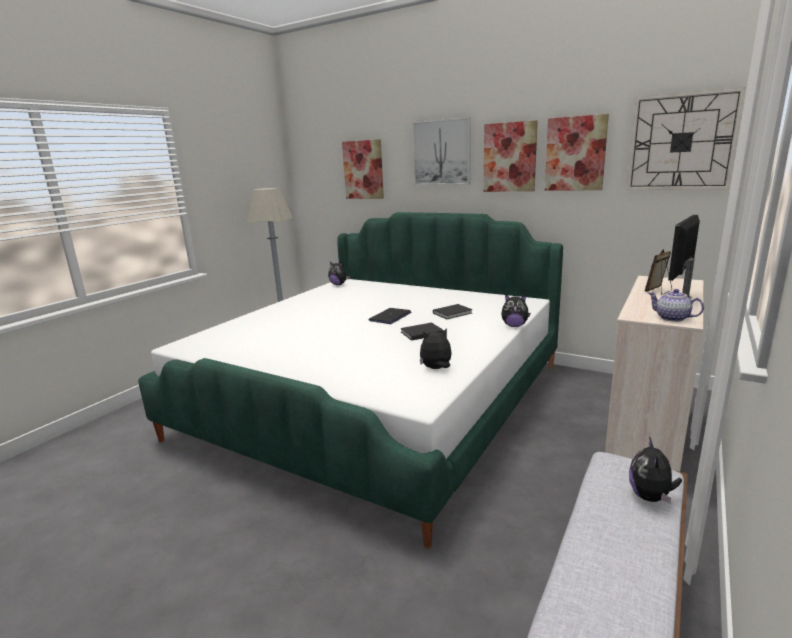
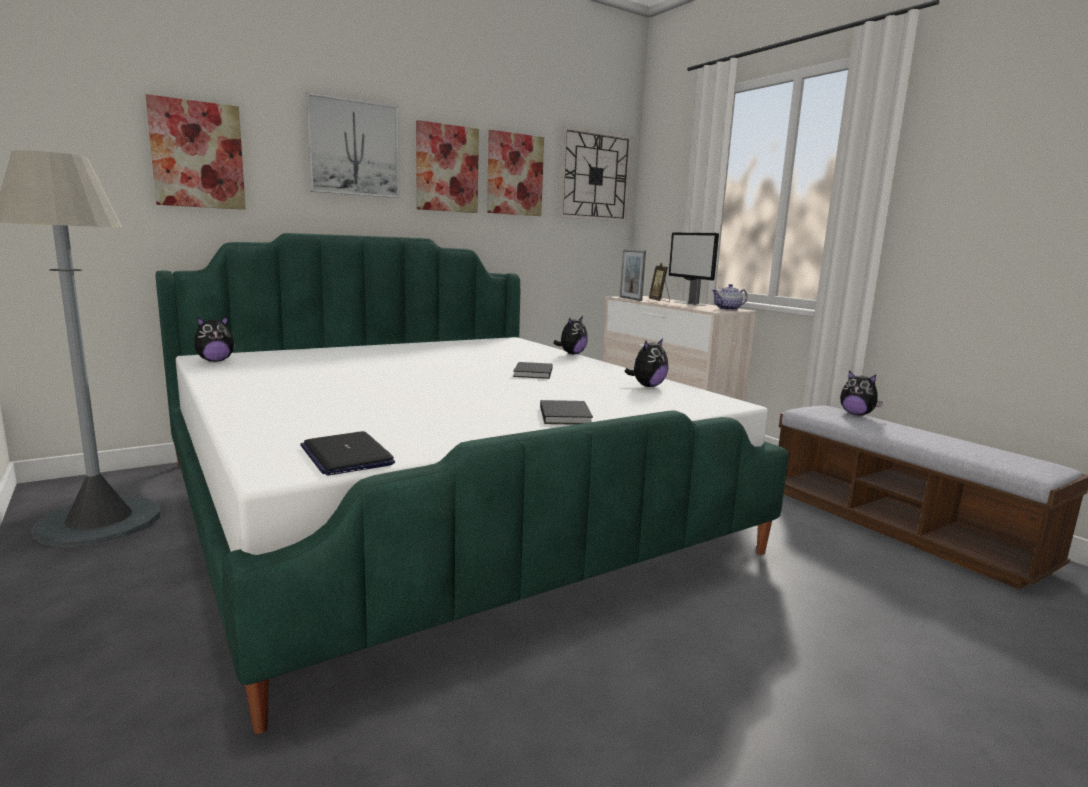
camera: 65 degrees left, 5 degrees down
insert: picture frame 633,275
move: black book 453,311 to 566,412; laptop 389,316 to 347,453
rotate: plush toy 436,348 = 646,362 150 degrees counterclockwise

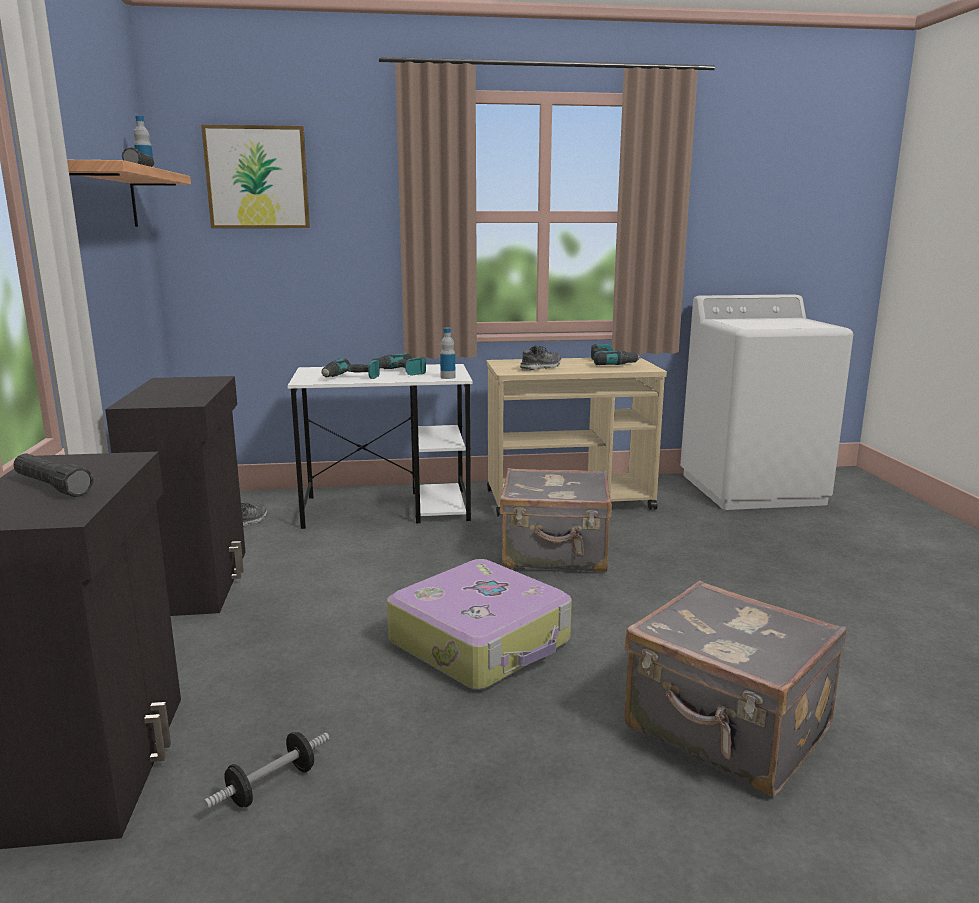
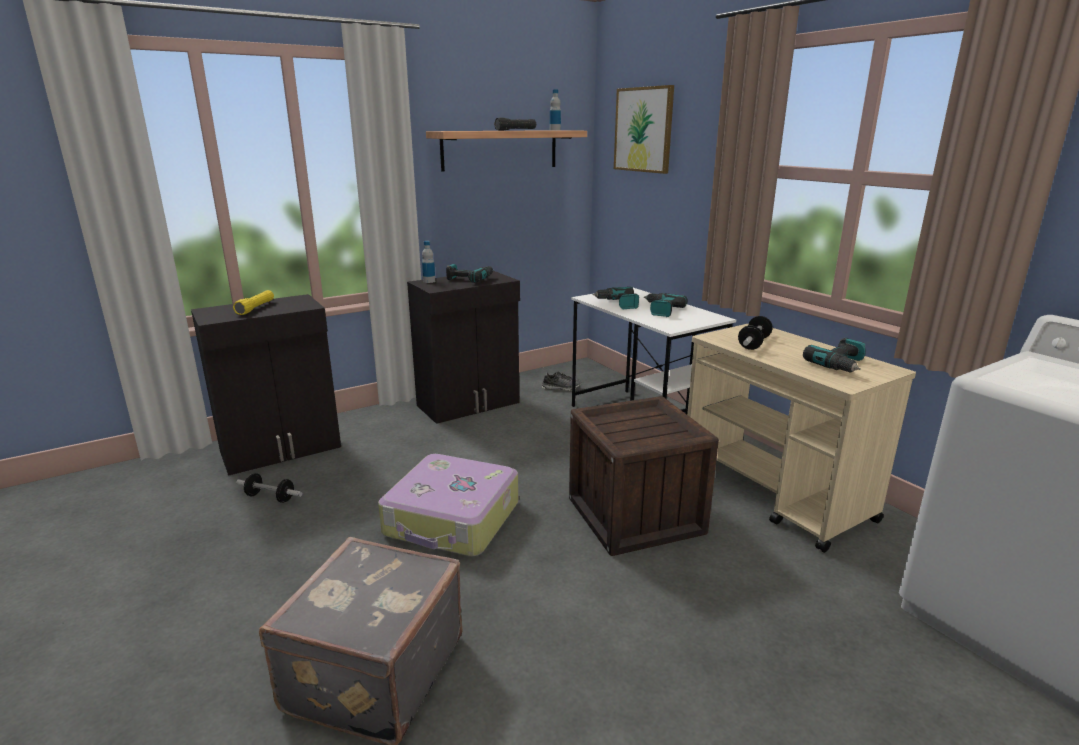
camera: 65 degrees right, 5 degrees up
insert: power drill 469,273
move: bottle 448,353 to 428,262
replace: shoe 541,358 to dumbbell 755,333; grey suitcase 556,520 to crate 644,476
recolor: black flashlight 53,475 to yellow flashlight 253,302

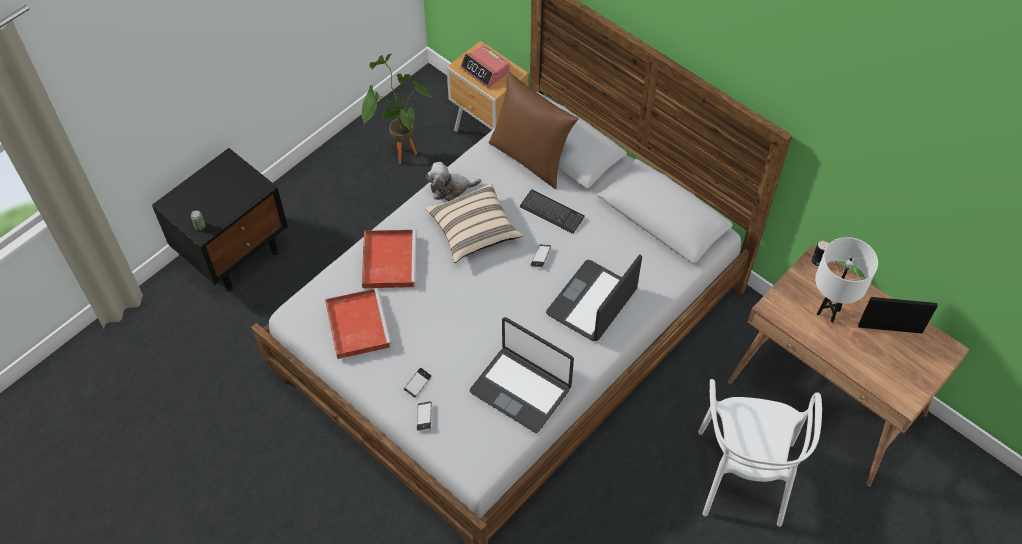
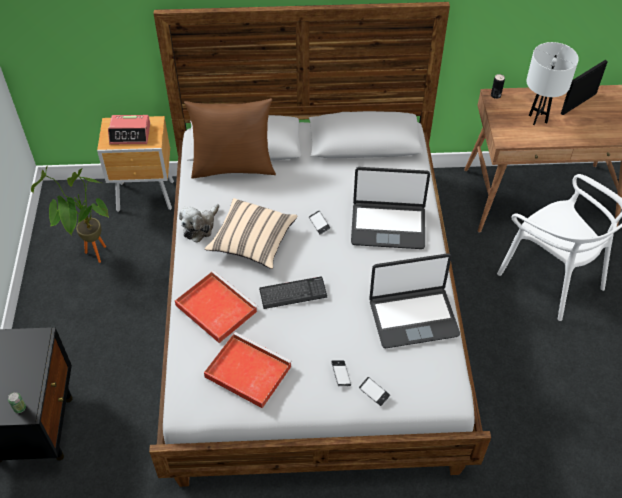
camera: 45 degrees left, 5 degrees down
move: keyboard 552,211 to 293,293
rotate: laptop 594,297 = 390,208 75 degrees counterclockwise

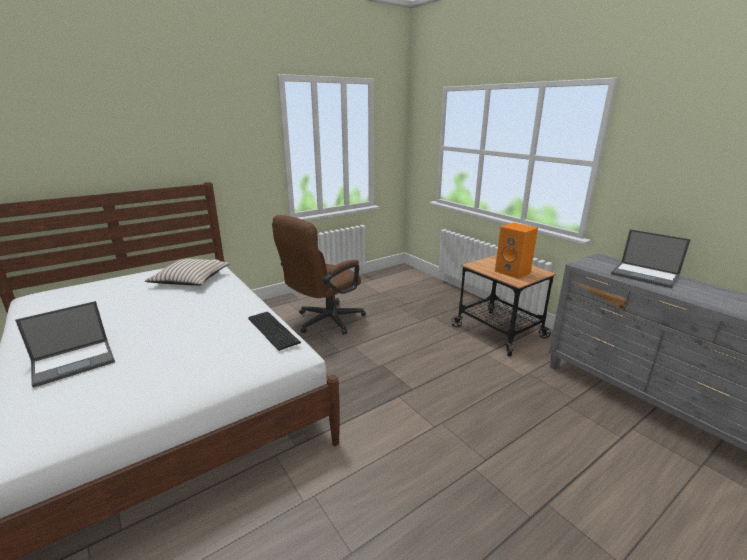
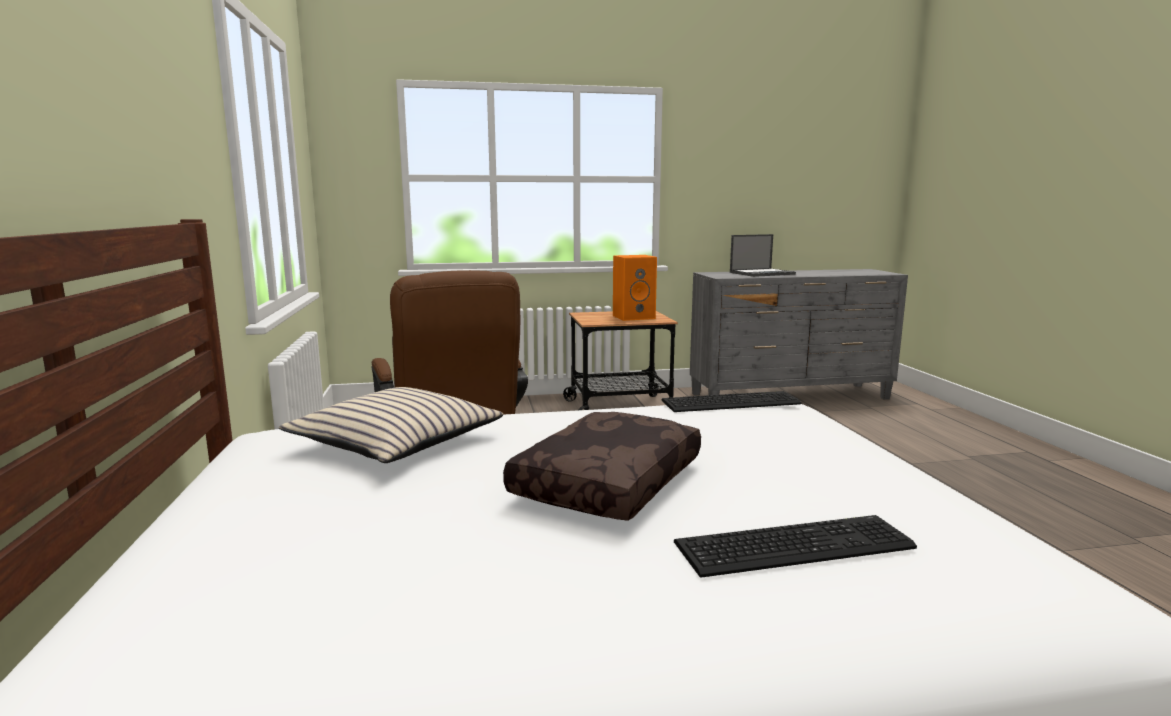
camera: 65 degrees left, 10 degrees down
insert: brown pillow 602,466
replace: laptop 65,344 to keyboard 795,546

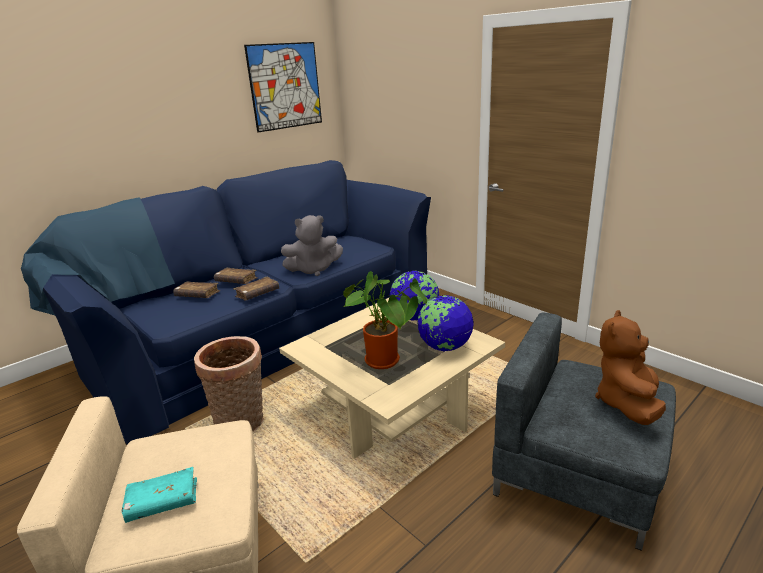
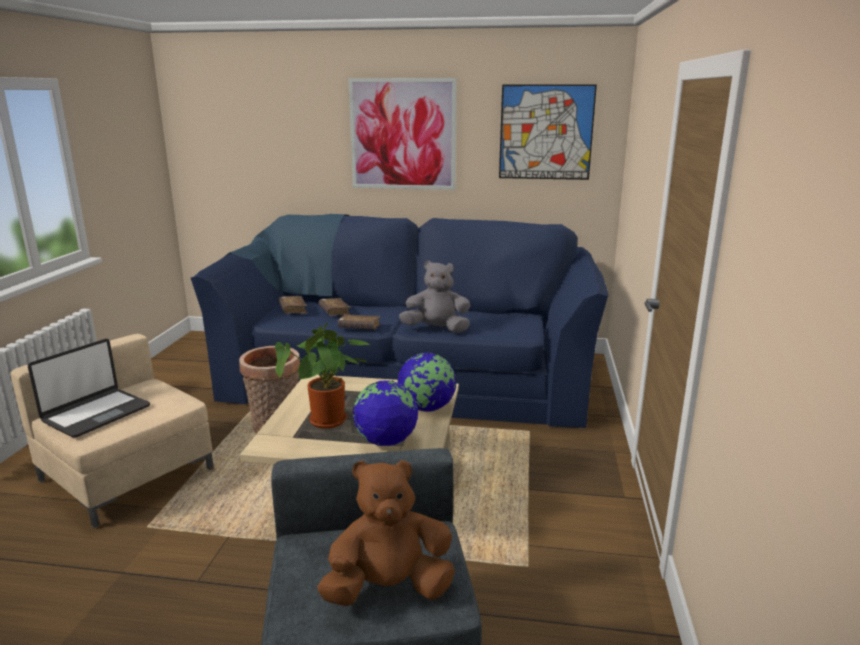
camera: 50 degrees right, 5 degrees down
insert: picture 402,134
move: brown book 236,276 to 293,305
replace: turquoise book 159,495 to laptop 89,388
rotate: grey plush toy 312,245 = 434,296 150 degrees clockwise

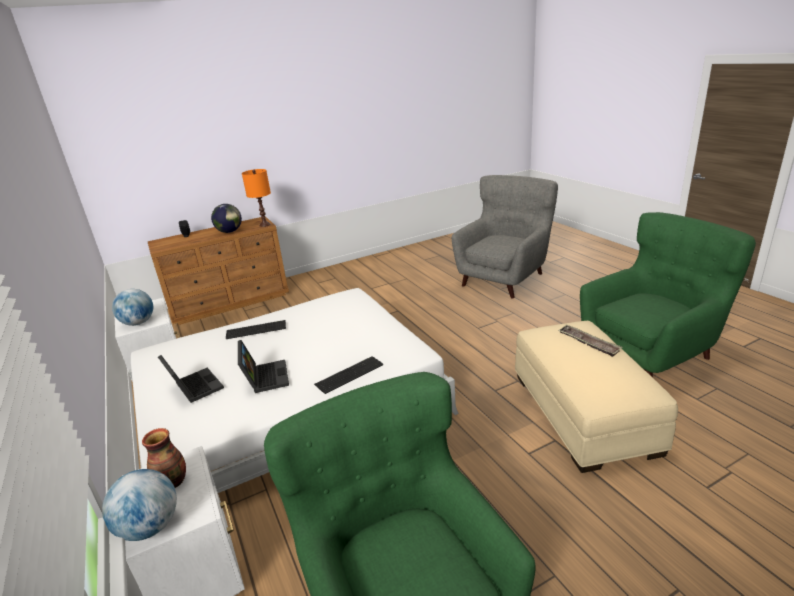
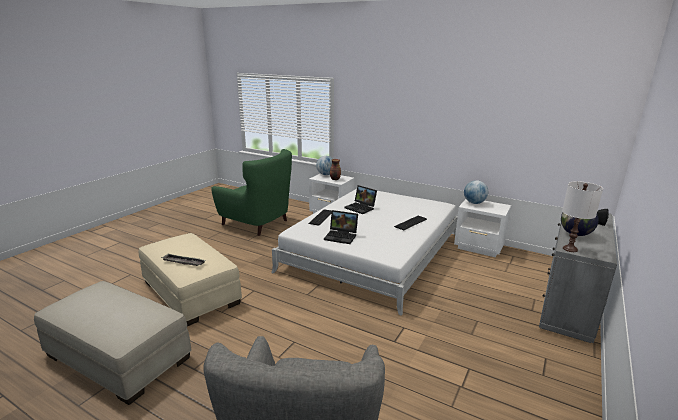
camera: 145 degrees right, 5 degrees down
move: laptop 191,379 to 341,227
replace: green armchair 668,294 to beige ottoman 113,343
recolor: orange table lamp 256,198 to white table lamp 582,216; brown dresser 218,270 to grey dresser 578,278

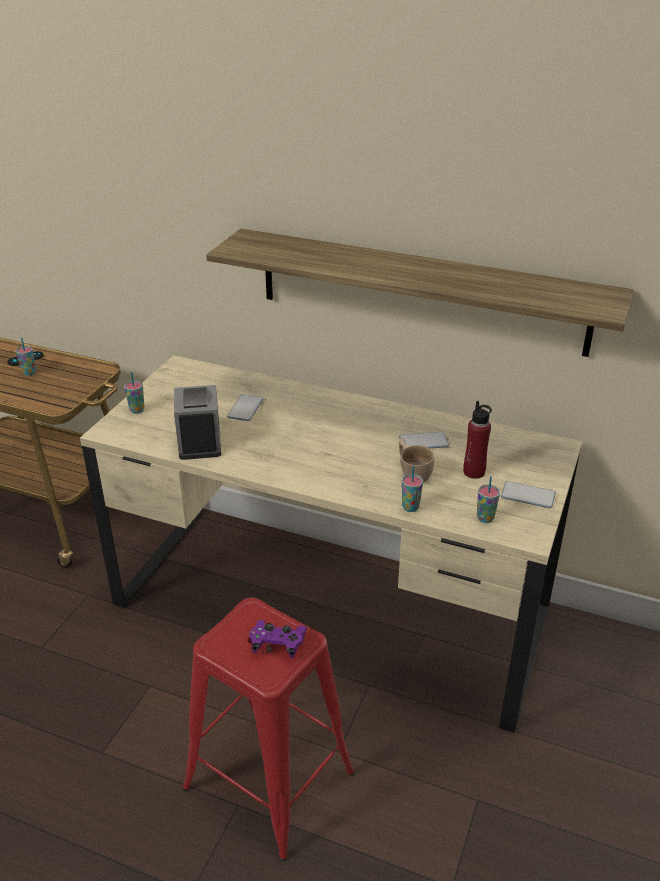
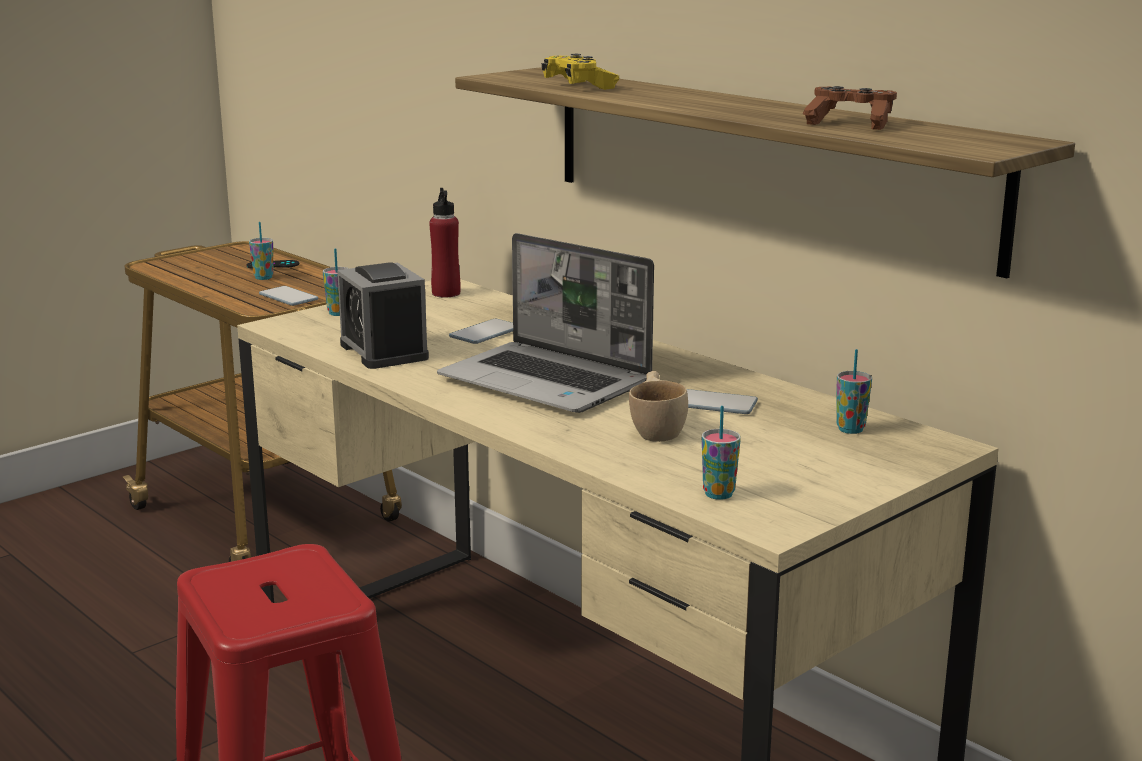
camera: 25 degrees right, 15 degrees down
delete: purple game controller 278,639
insert: yellow game controller 580,72; brown game controller 850,108; laptop 545,323
move: red bottle 477,440 to 445,243; cup 412,489 to 854,391; phone 528,494 to 288,296
rotate: alarm clock 197,422 = 383,315 135 degrees clockwise

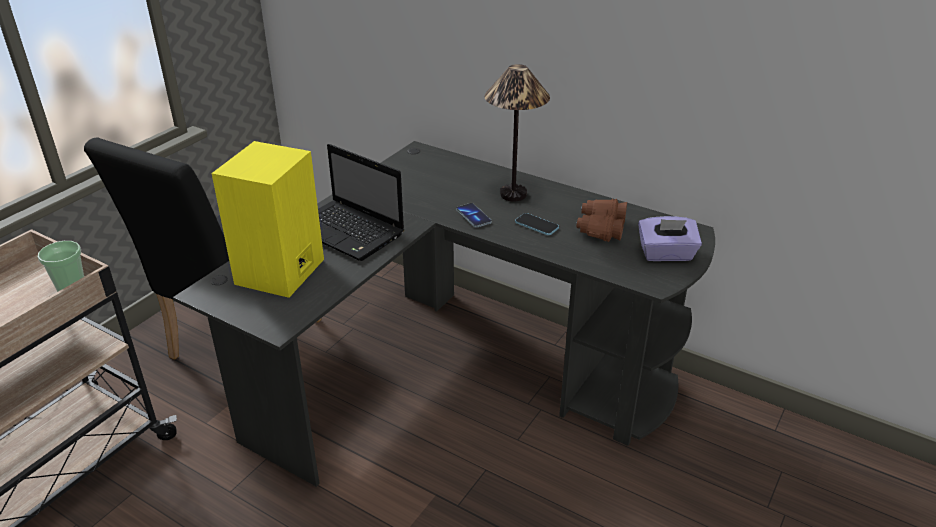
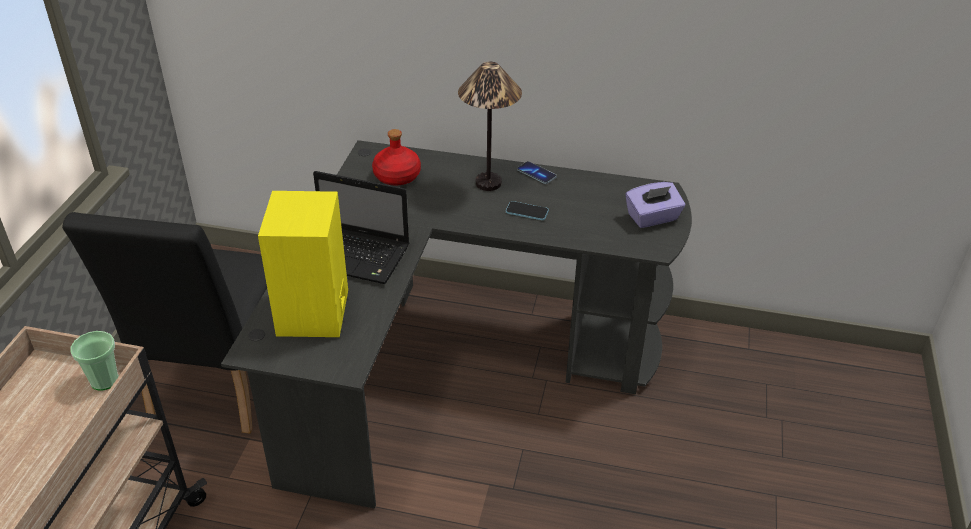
camera: 20 degrees left, 5 degrees up
delete: brown binoculars 601,220
insert: red bottle 396,157
move: phone 474,215 to 537,172

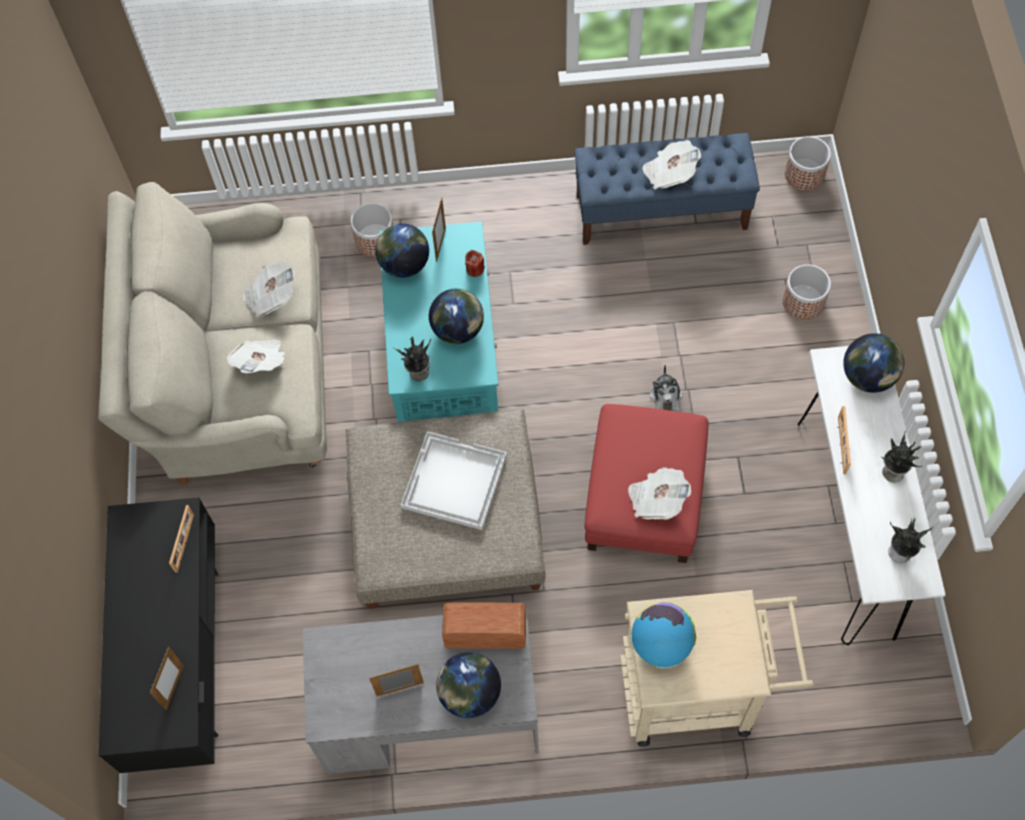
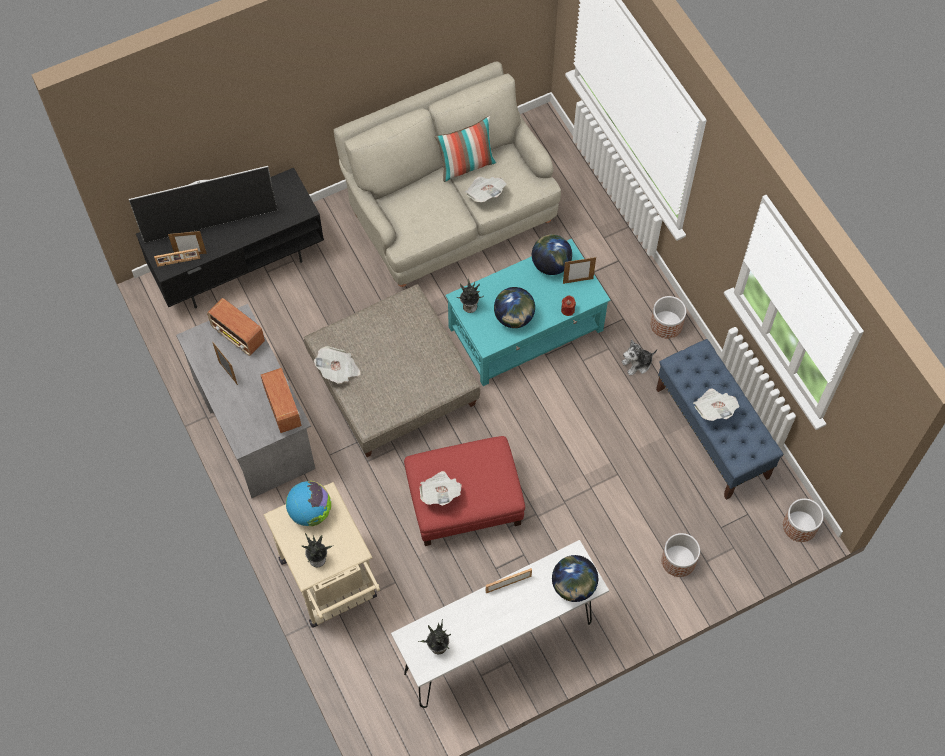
camera: 65 degrees right, 0 degrees up
delete: white tray 454,480; globe 468,685
insert: pillow 466,149; television 203,204; radio 236,327
move: planter 372,230 to 668,317; newspaper 256,356 to 337,365; plush toy 666,388 to 639,357; potted plant 902,457 to 317,550; picture frame 181,539 to 177,257

